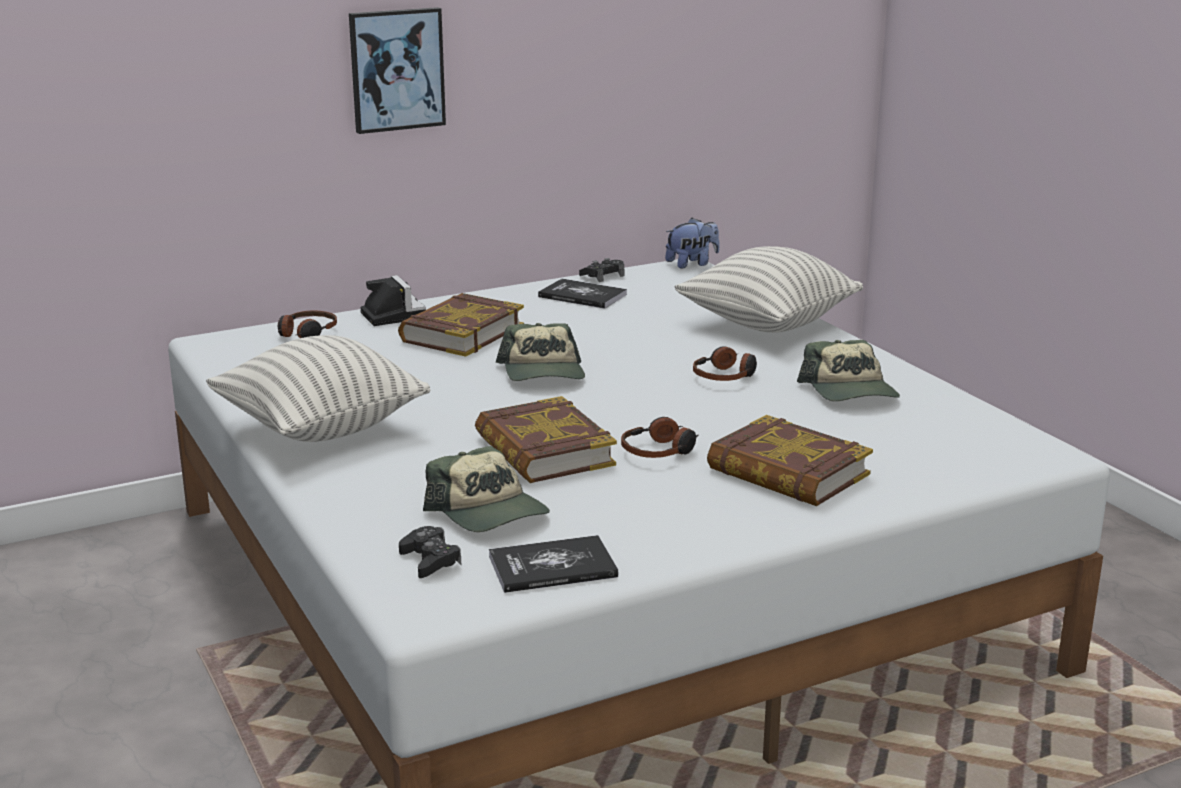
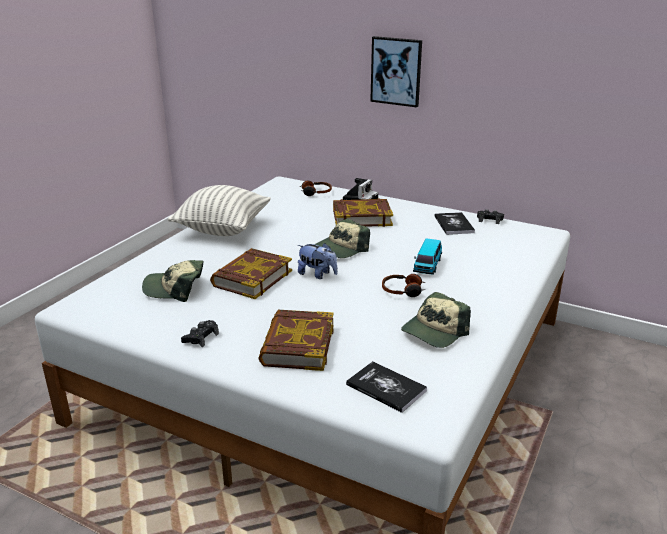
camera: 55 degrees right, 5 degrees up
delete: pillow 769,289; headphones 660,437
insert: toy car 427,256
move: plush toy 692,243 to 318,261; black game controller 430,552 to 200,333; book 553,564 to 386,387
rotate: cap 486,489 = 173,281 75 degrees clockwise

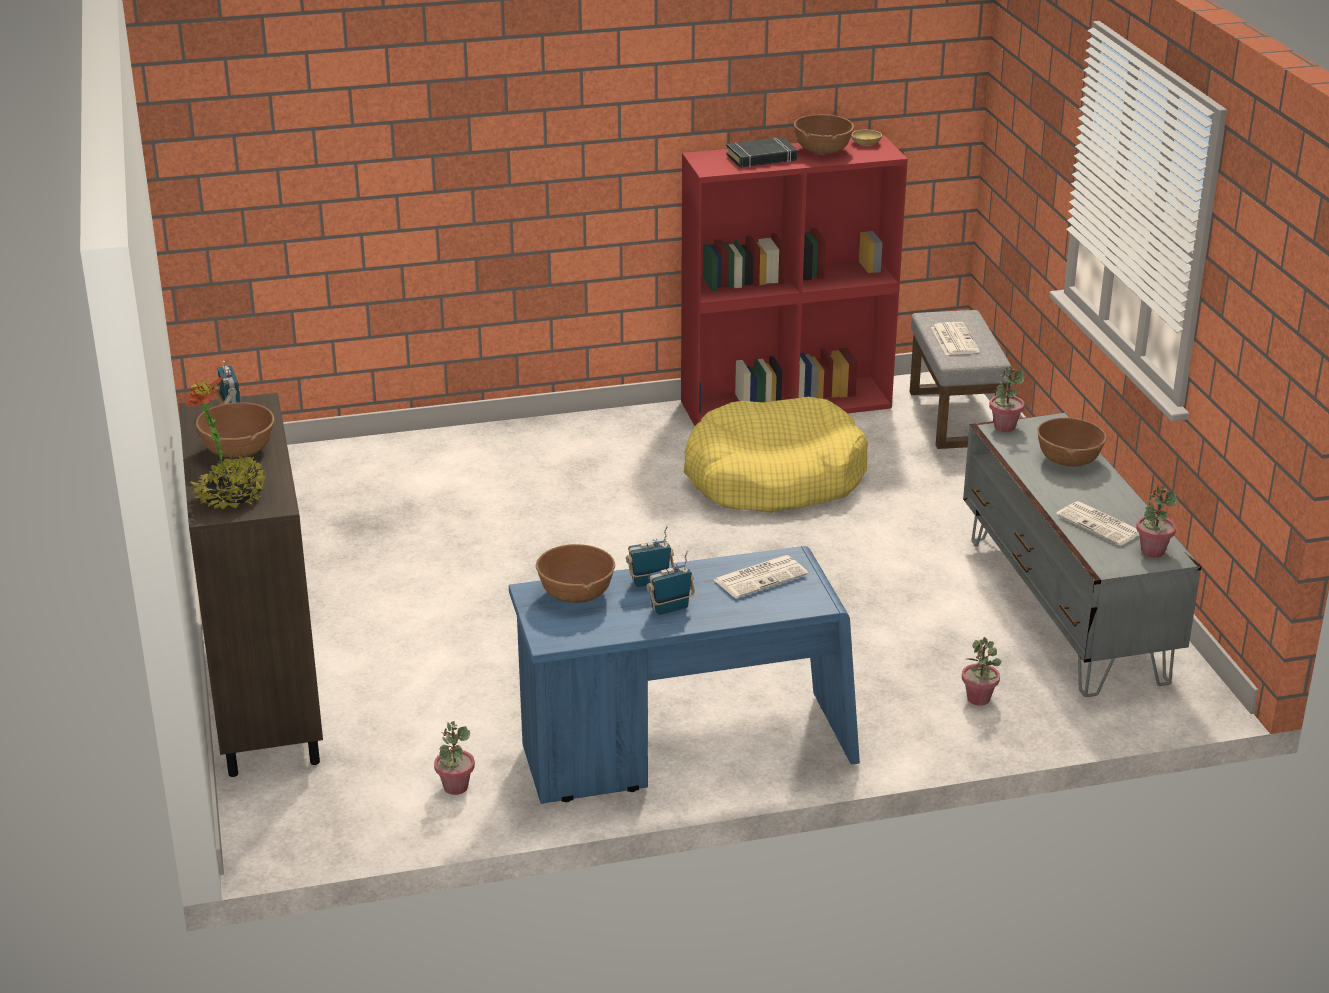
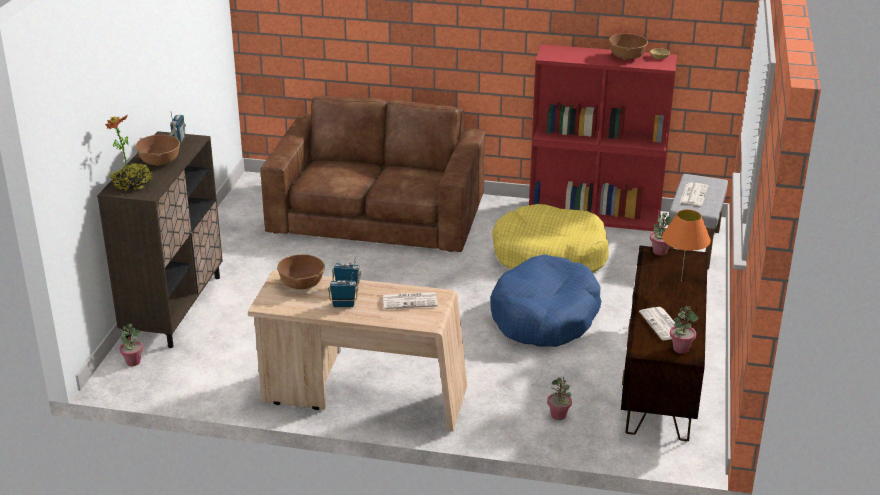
camera: 25 degrees right, 0 degrees up
delete: black book 761,152
insert: brown sofa 372,174; blue dog bed 545,300
move: potted plant 454,758 to 131,345
replace: brown bowl 1072,442 to orange table lamp 686,246
recolor: grey tv stand 1082,555 to brown tv stand 664,343; blue desk 684,675 to beige desk 357,351

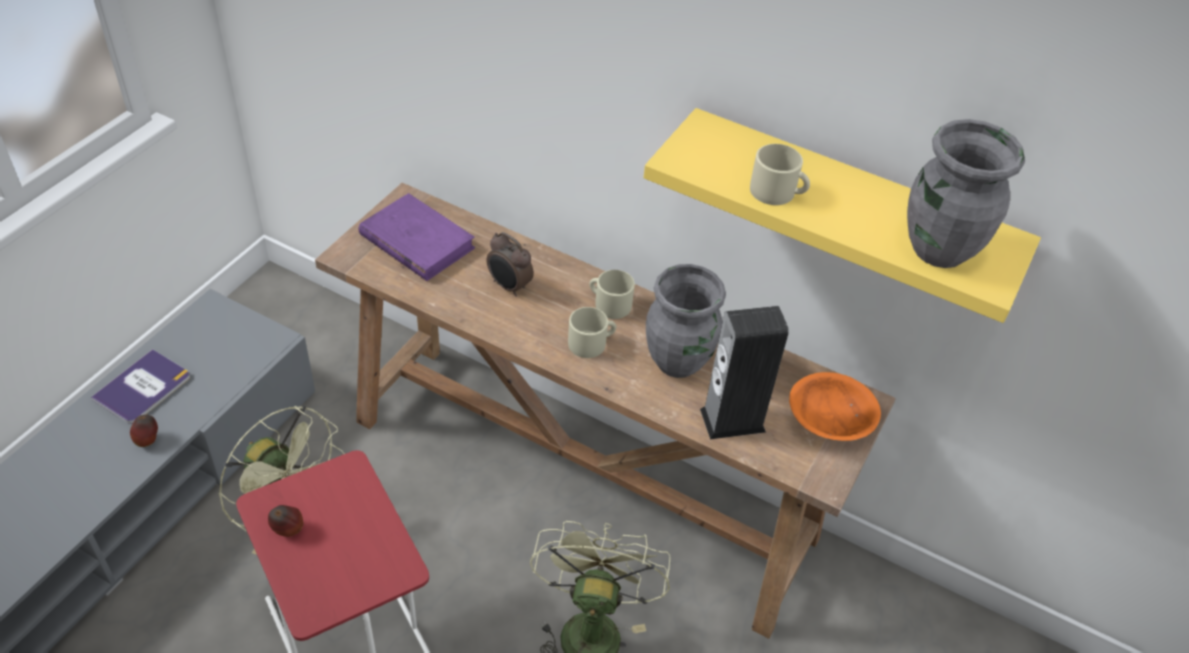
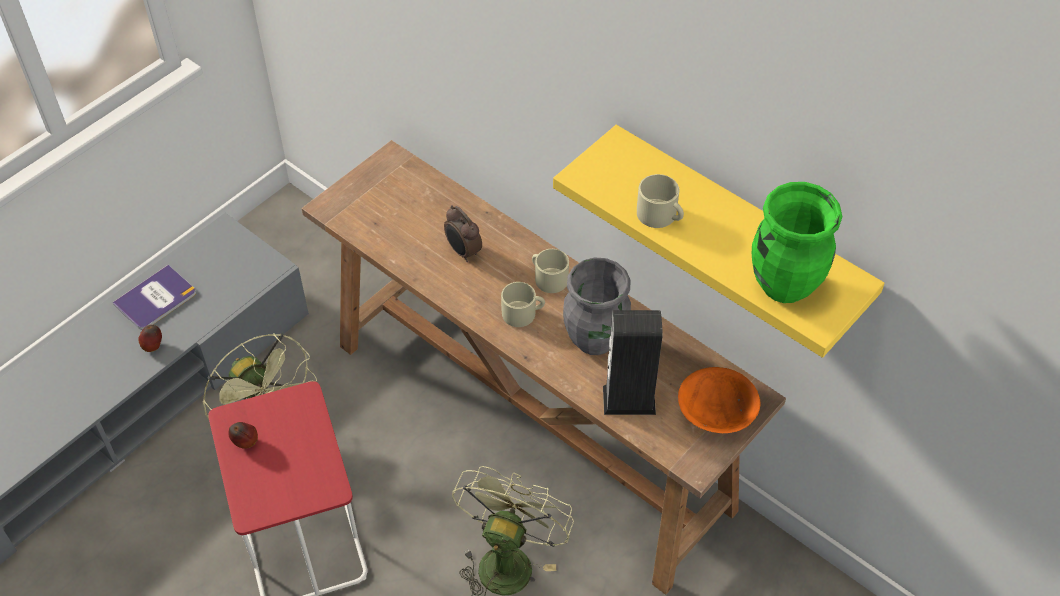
camera: 15 degrees right, 5 degrees up
delete: purple book 417,237
recolor: grey vase 966,193 to green vase 797,242

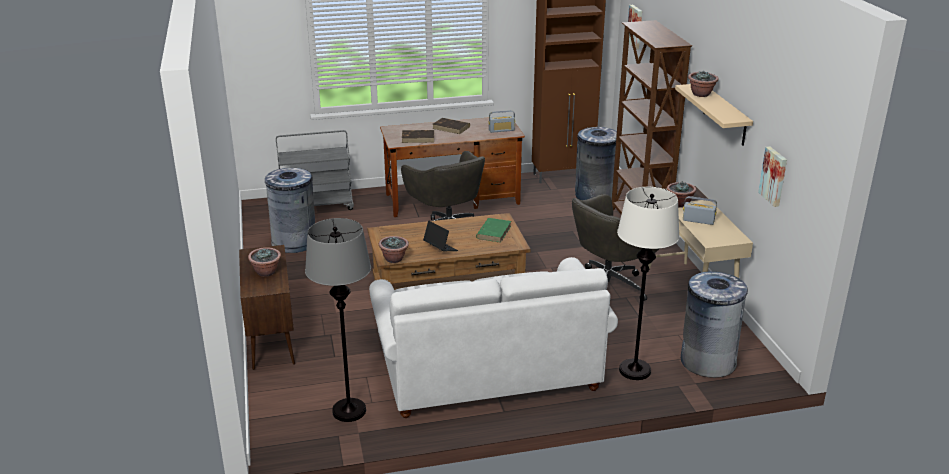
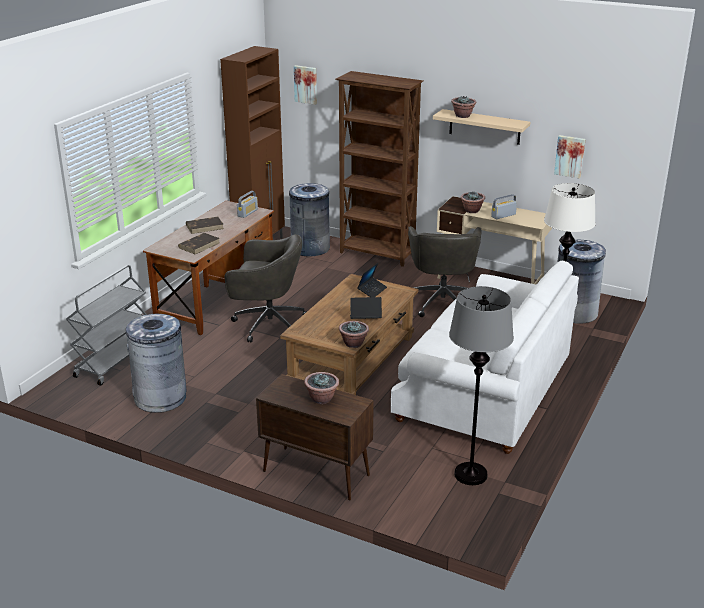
camera: 50 degrees left, 0 degrees up
replace: green book 493,230 to laptop 372,280

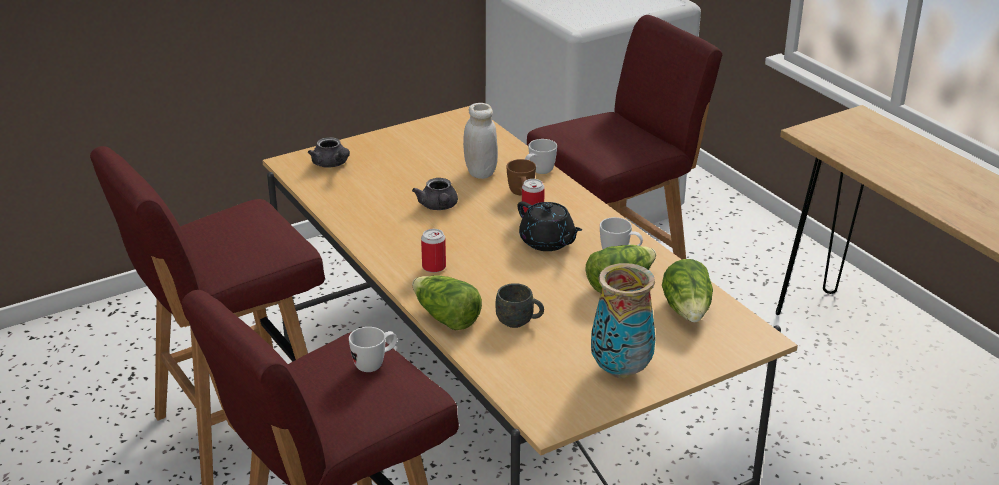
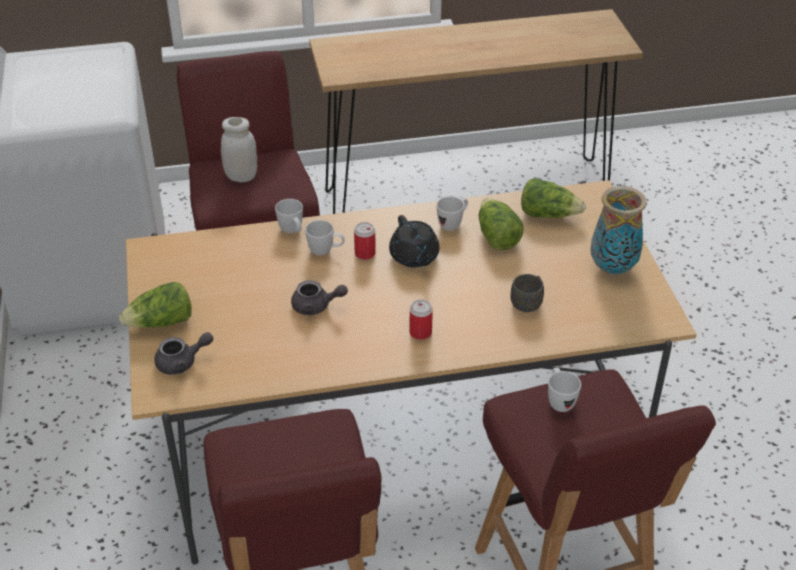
camera: 70 degrees left, 10 degrees up
move: white jar 480,141 to 239,149; lettuce 447,303 to 155,305
recolor: brown mug 521,177 to white mug 325,237
rotate: black teapot 550,226 = 414,241 90 degrees clockwise

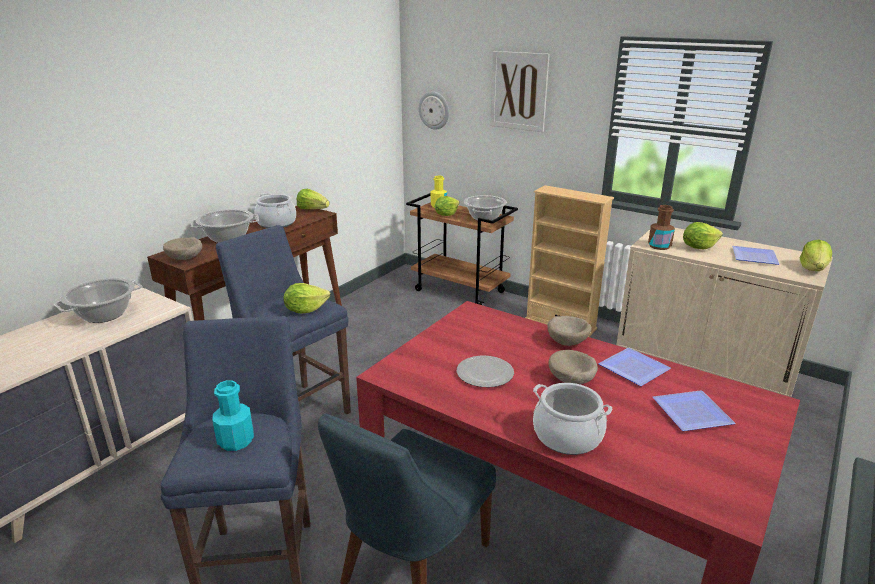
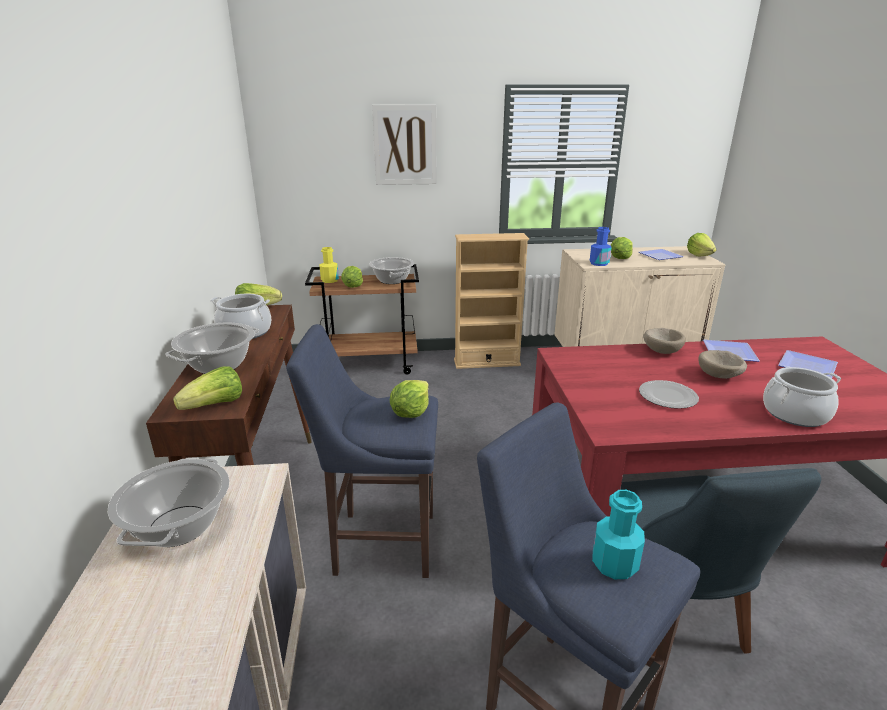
camera: 40 degrees left, 0 degrees up
delete: wall clock 434,110
replace: beige bowl 182,248 to lettuce 207,388
recolor: brown bottle 661,227 to blue bottle 601,246

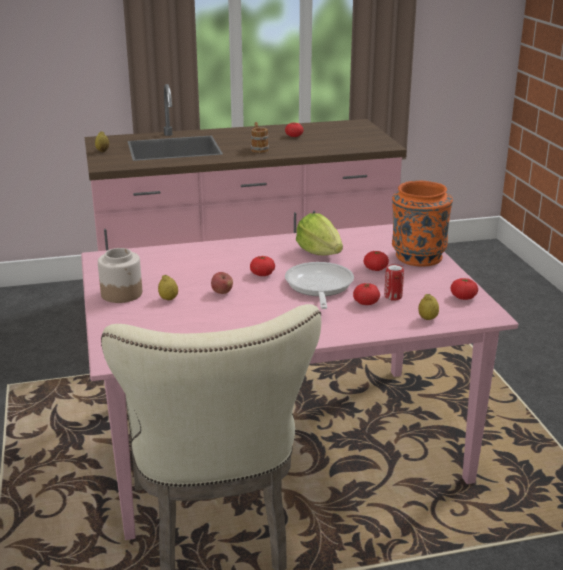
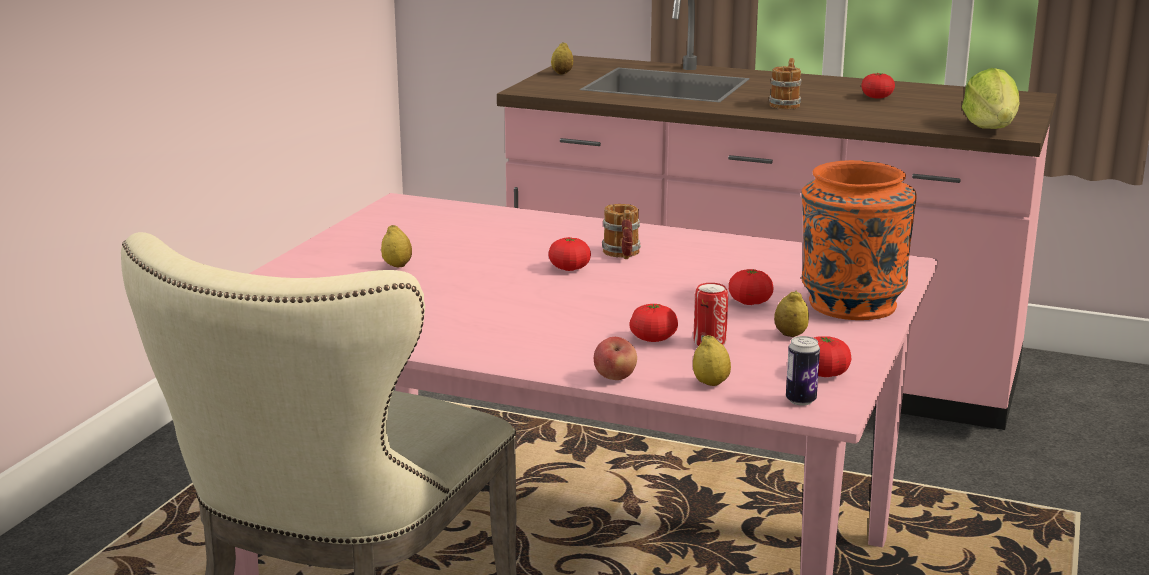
camera: 35 degrees right, 5 degrees down
delete: jar 120,275; frying pan 319,285
insert: mug 621,231; lemon 791,314; can 803,371
move: lettuce 319,234 to 990,98; apple 222,283 to 615,358

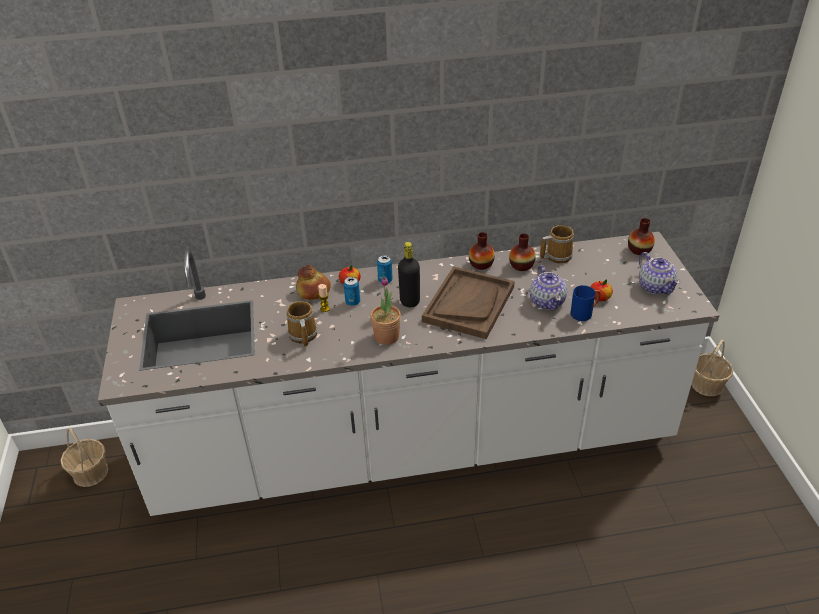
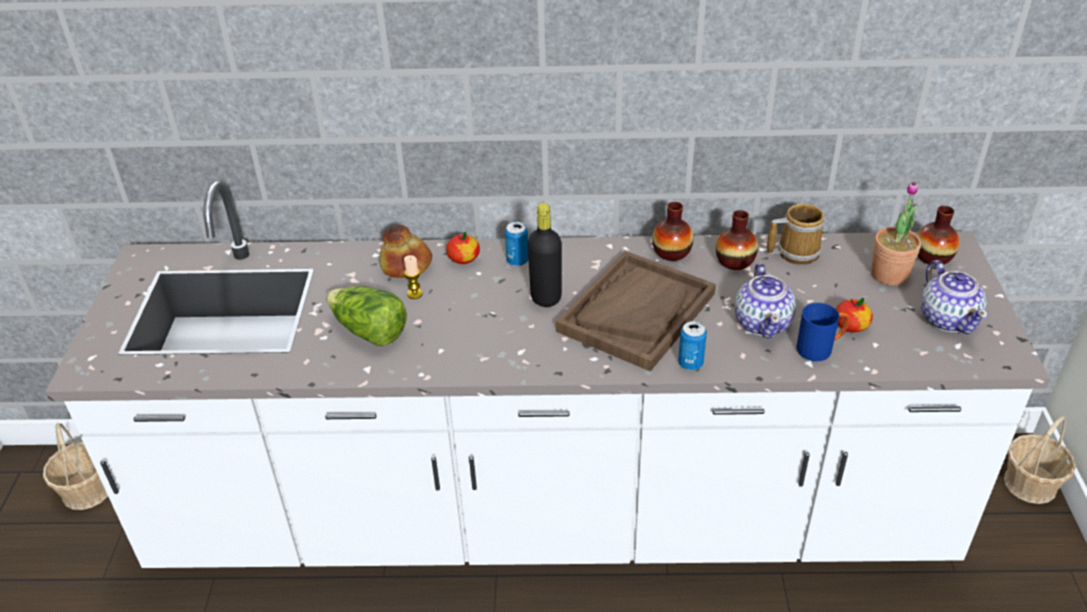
camera: 10 degrees right, 0 degrees up
move: can 352,291 to 692,345; potted plant 385,311 to 896,233
replace: mug 301,324 to lettuce 366,316

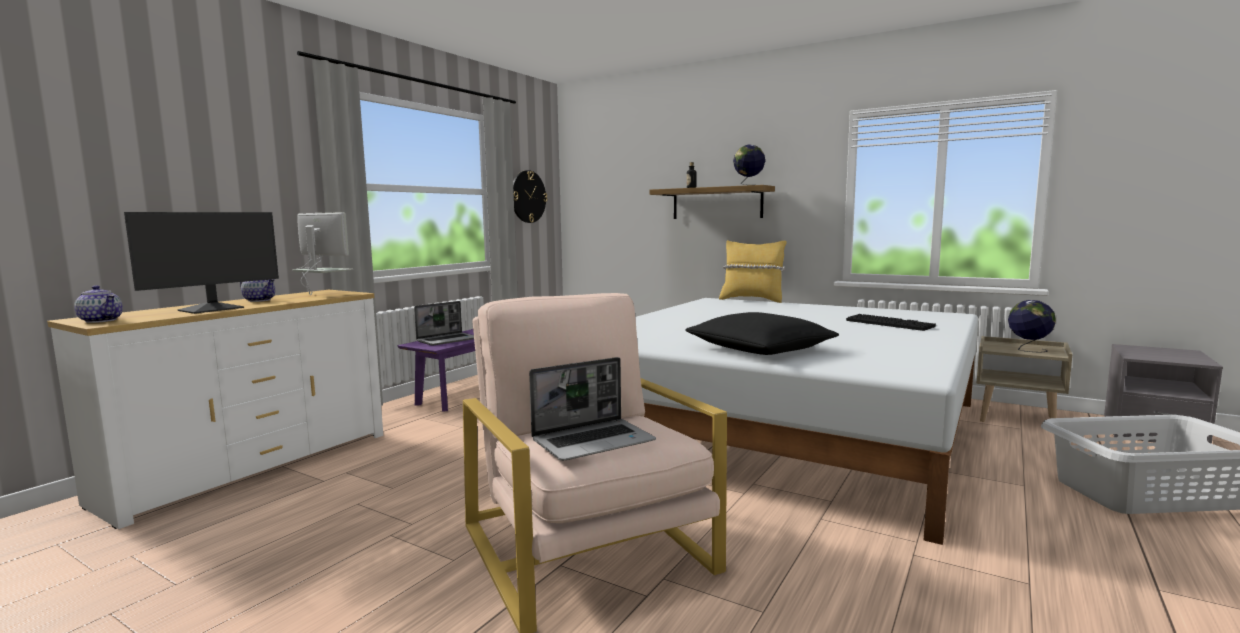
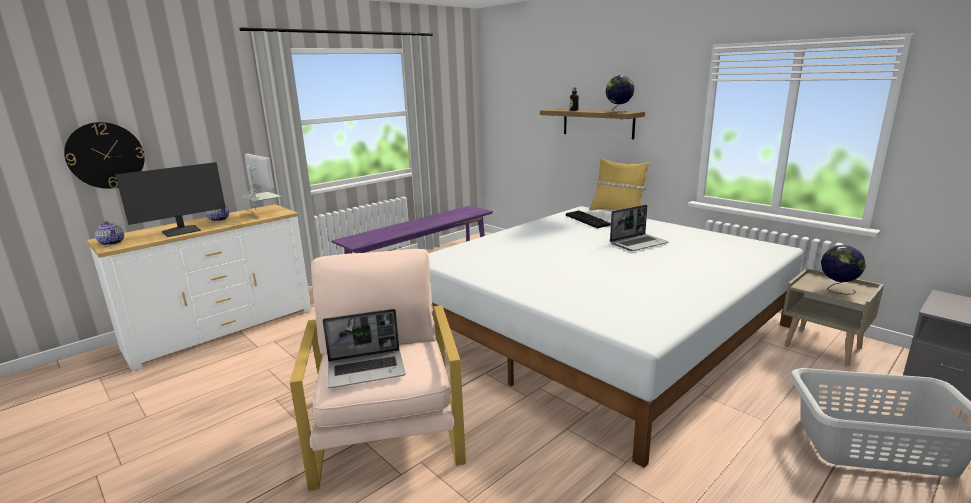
camera: 15 degrees right, 10 degrees up
delete: black pillow 762,333
move: wall clock 530,196 to 104,155; laptop 444,323 to 639,228; keyboard 891,322 to 588,219

